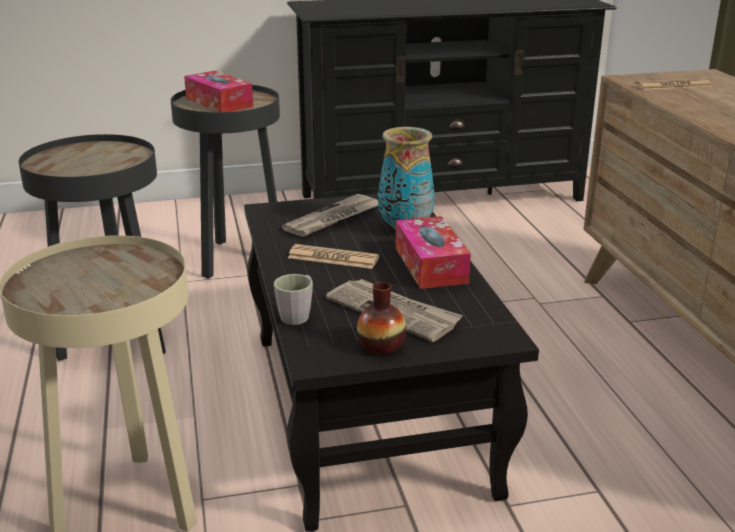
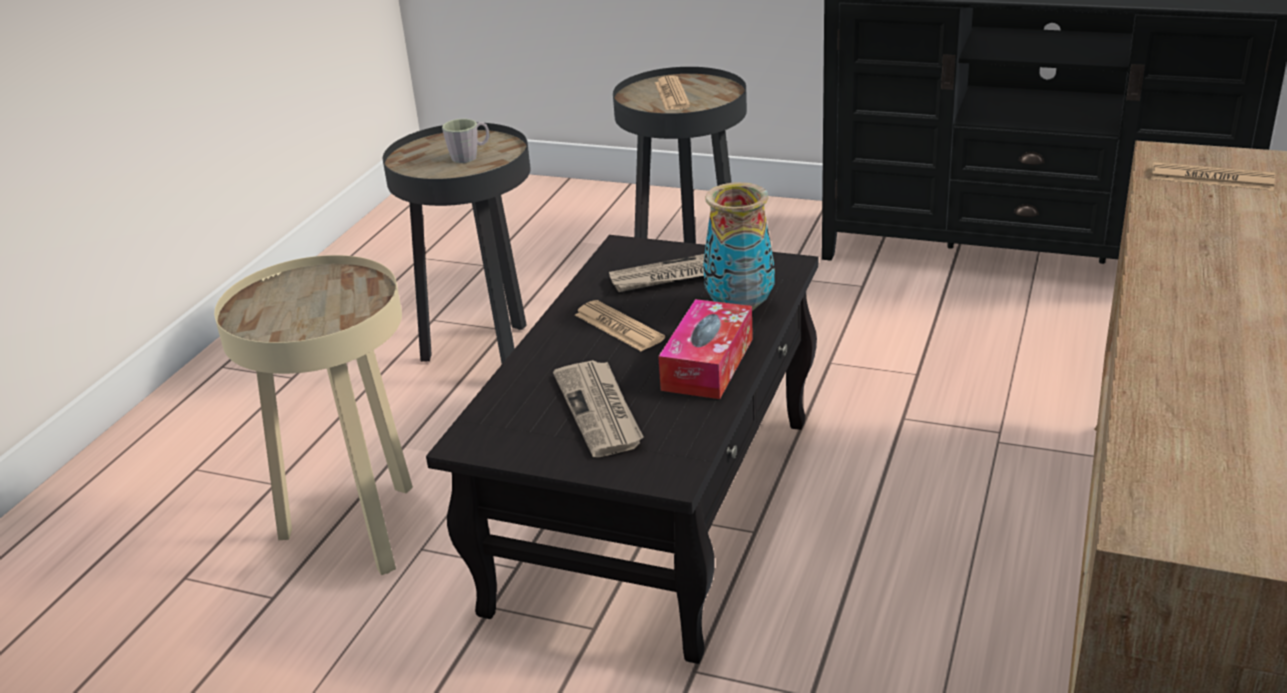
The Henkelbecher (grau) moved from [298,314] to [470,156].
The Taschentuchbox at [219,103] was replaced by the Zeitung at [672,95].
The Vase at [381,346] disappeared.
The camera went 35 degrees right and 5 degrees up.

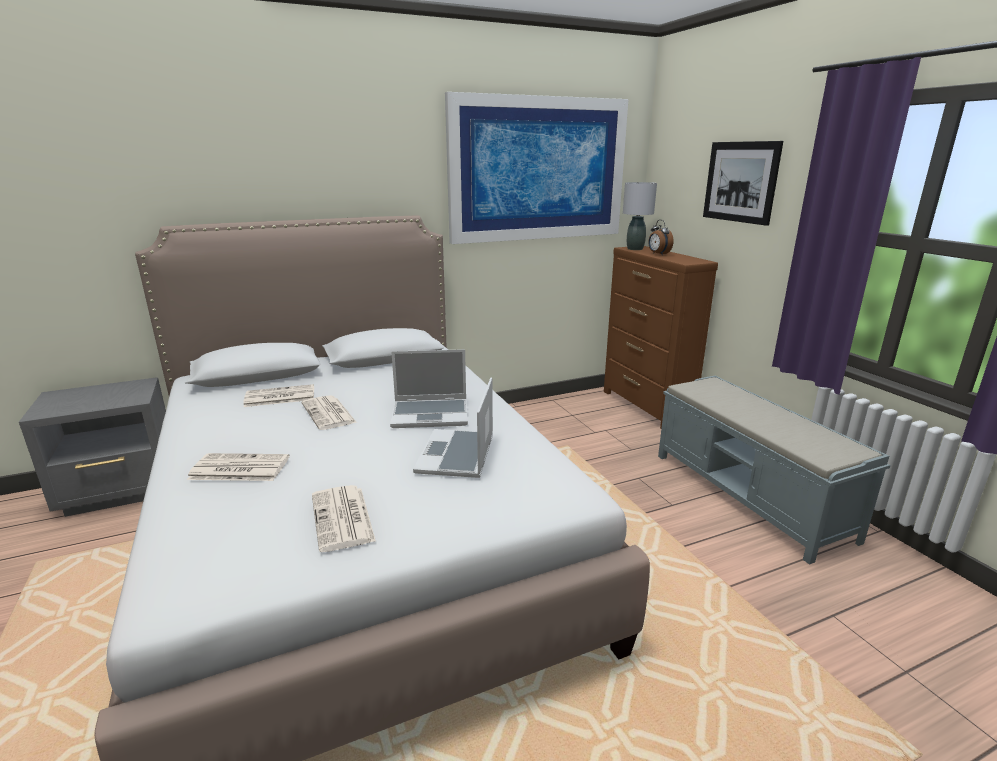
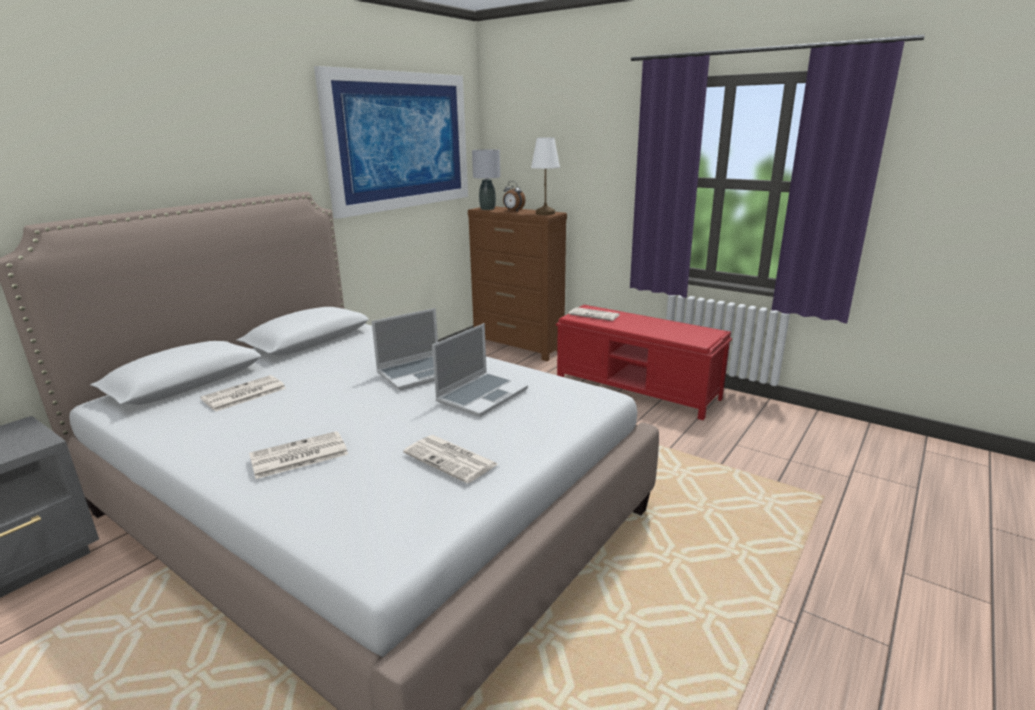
The Laptop at [457,456] turned 120 degrees counterclockwise.
The Tischlampe (weiß) at [545,213] appeared.
The Bank (grau) at [749,495] became the Bank (rot) at [637,389].
The Zeitung moved from [329,413] to [595,315].
The Bild at [740,182] disappeared.
The camera went 30 degrees left and 0 degrees up.

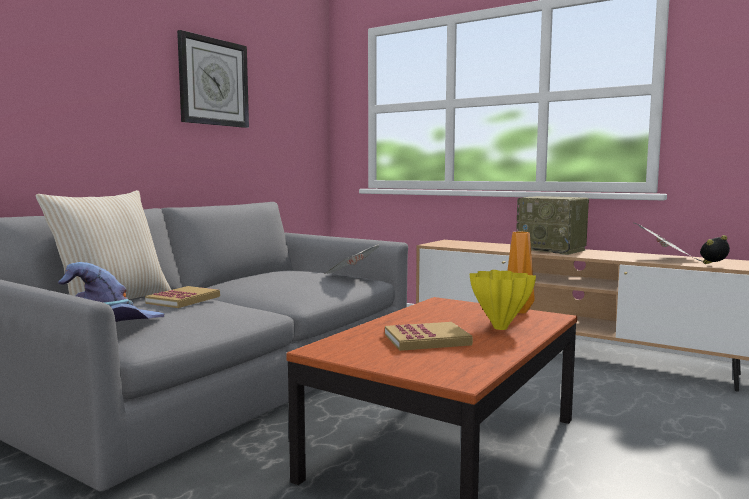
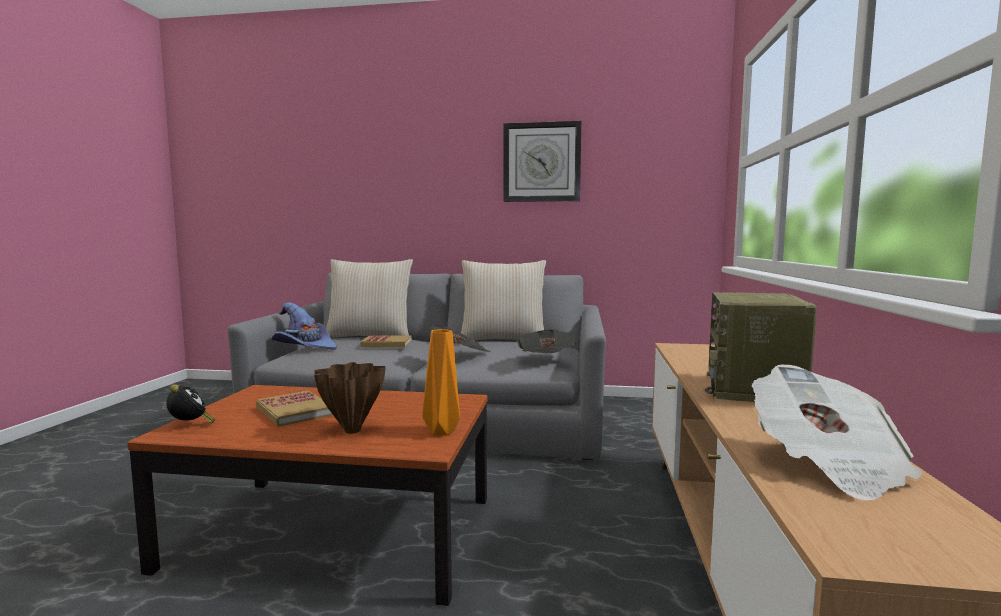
The Wecker moved from [713,266] to [190,426].
The Vase (gelb) at [499,328] became the Vase (braun) at [352,430].
The Zeitung at [461,354] appeared.
The Kissen (beige) at [503,339] appeared.
The camera went 65 degrees right and 0 degrees up.

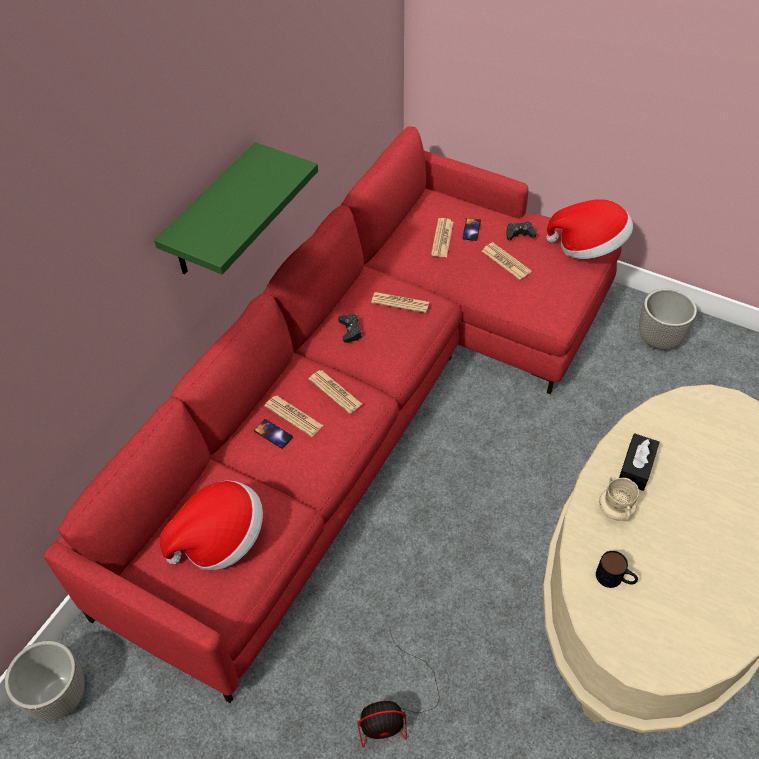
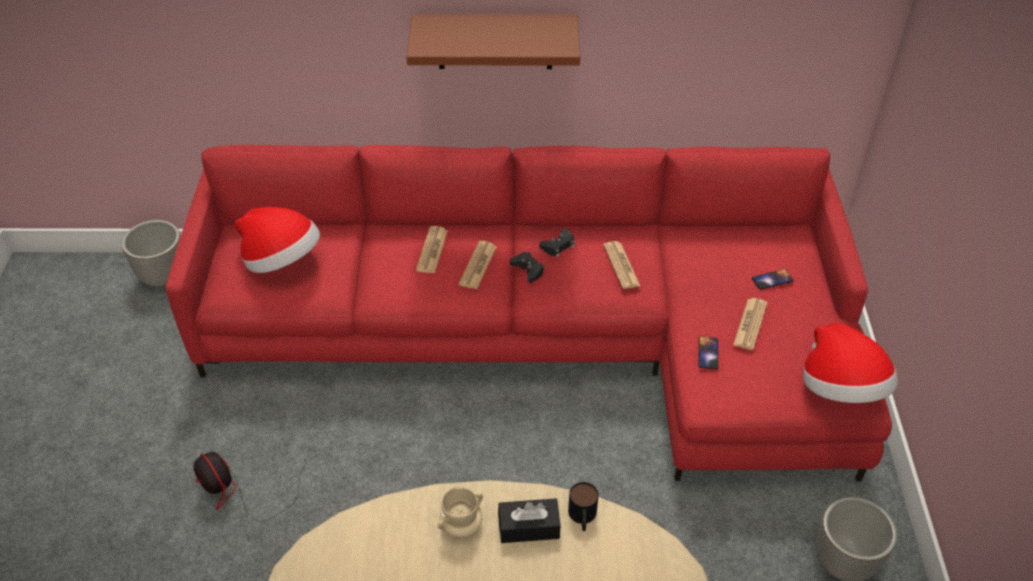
The Wandregal (grün) at [212,213] became the Wandregal (braun) at [495,41].
The Gamepad (schwarz) moved from [519,234] to [528,270].
The Henkelbecher moved from [615,578] to [582,517].
The Handy moved from [273,434] to [708,353].
The Zeitung at [442,238] disappeared.
The camera went 60 degrees right and 5 degrees down.

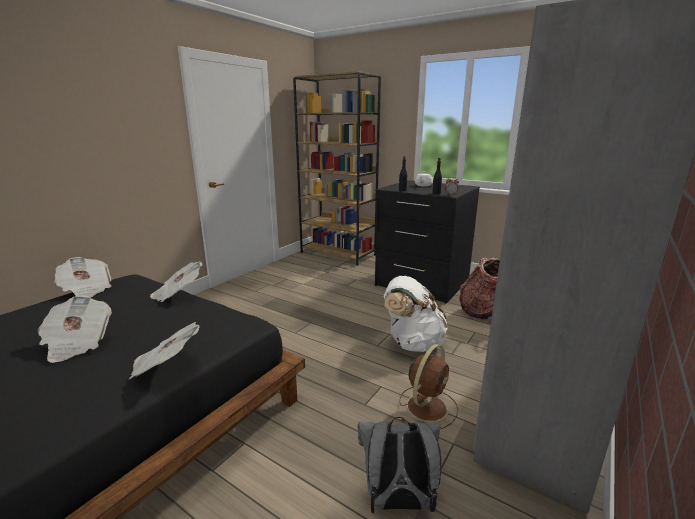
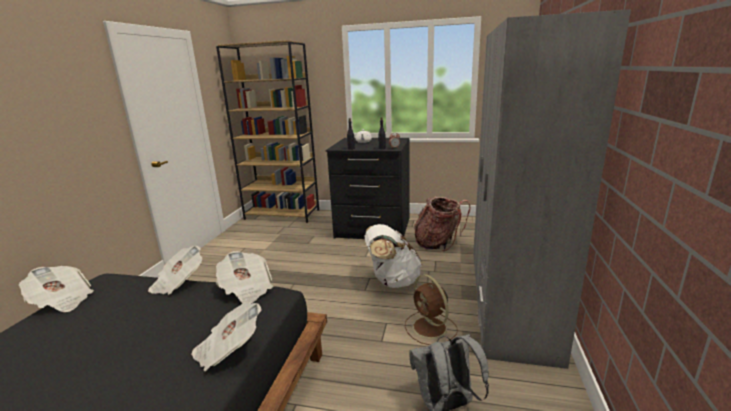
The Zeitung moved from [77,343] to [246,289].
The Ventilator (braun) at [427,406] turned 135 degrees clockwise.
The camera went 20 degrees left and 0 degrees up.

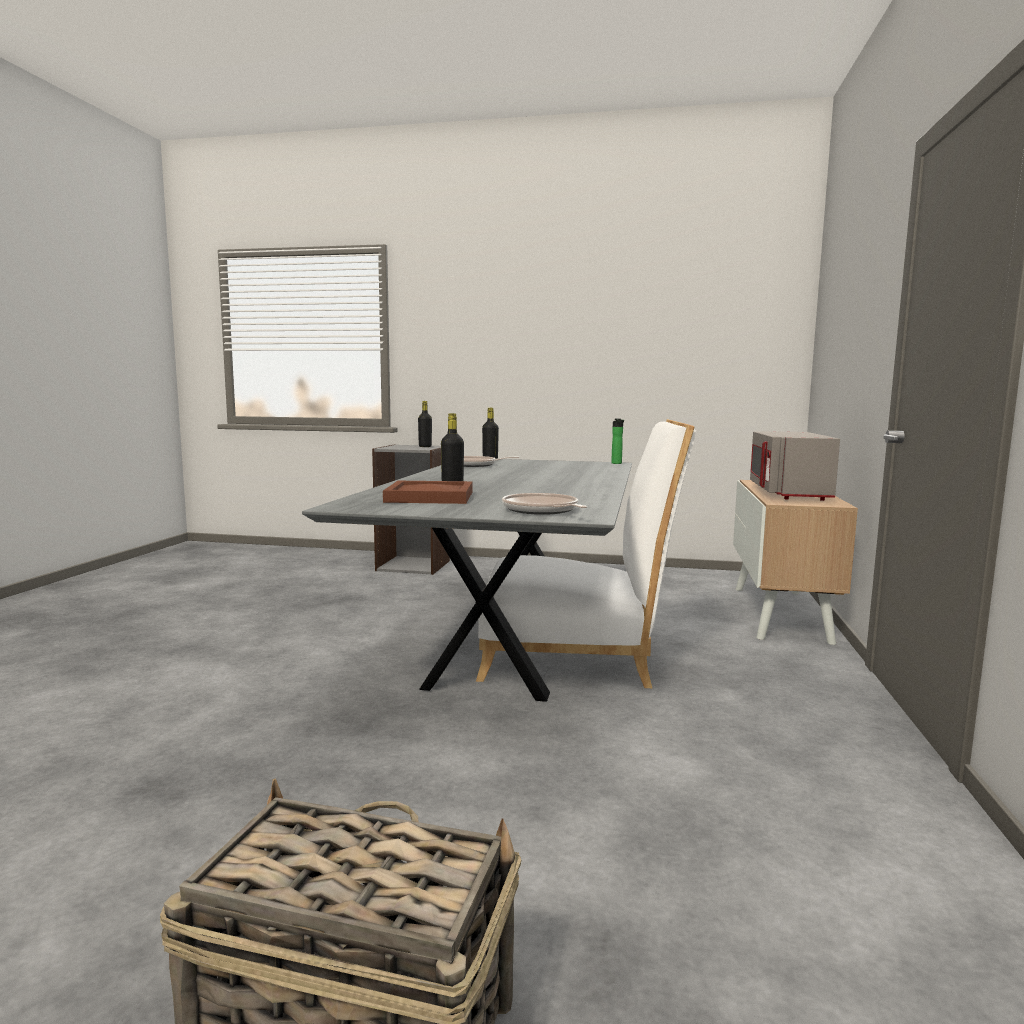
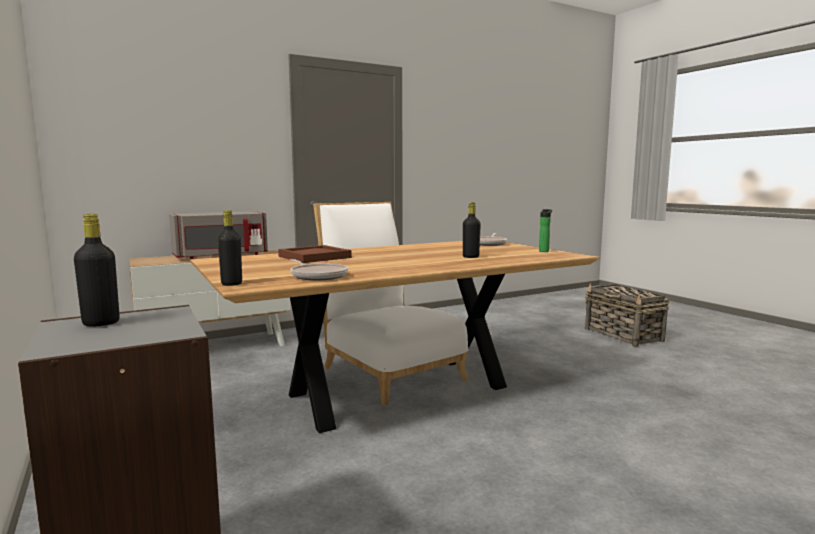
The Esstisch (grau) at [511,644] became the Esstisch (braun) at [398,391].
The Tablett (braun) moved from [428,497] to [316,257].
The Flasche moved from [617,463] to [544,251].
The camera went 130 degrees left and 0 degrees up.

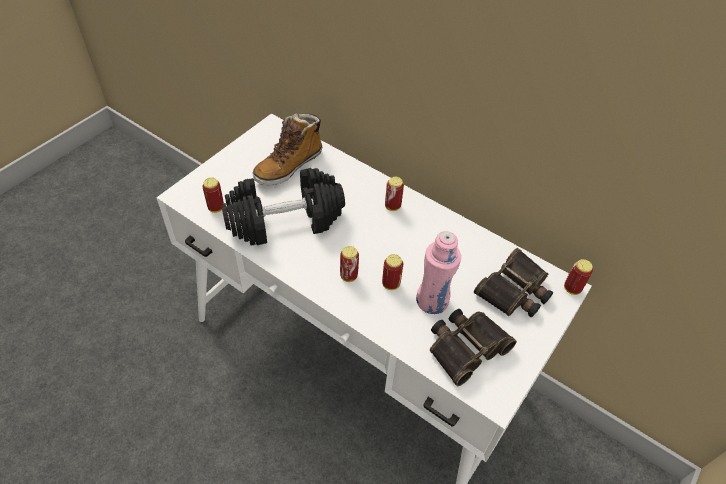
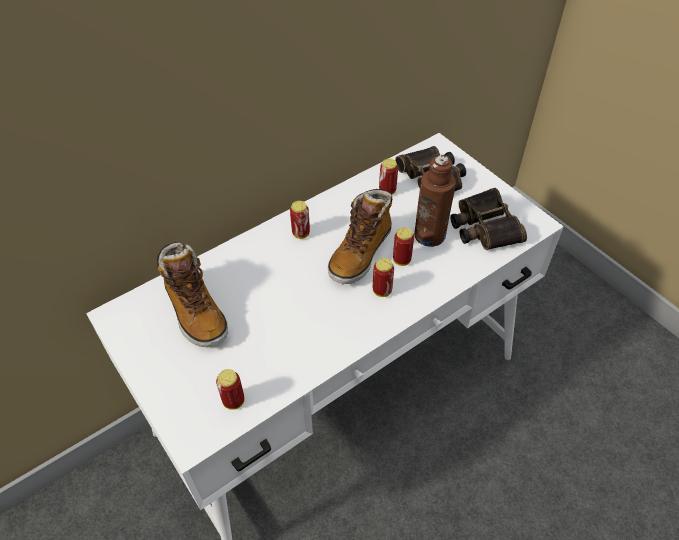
The Stiefel at [360,253] appeared.
The Dose moved from [572,288] to [387,191].
The Flasche (rosa) at [432,301] became the Flasche (braun) at [429,235].
The Hantel (schwarz) at [285,220] disappeared.
The camera went 70 degrees left and 0 degrees up.

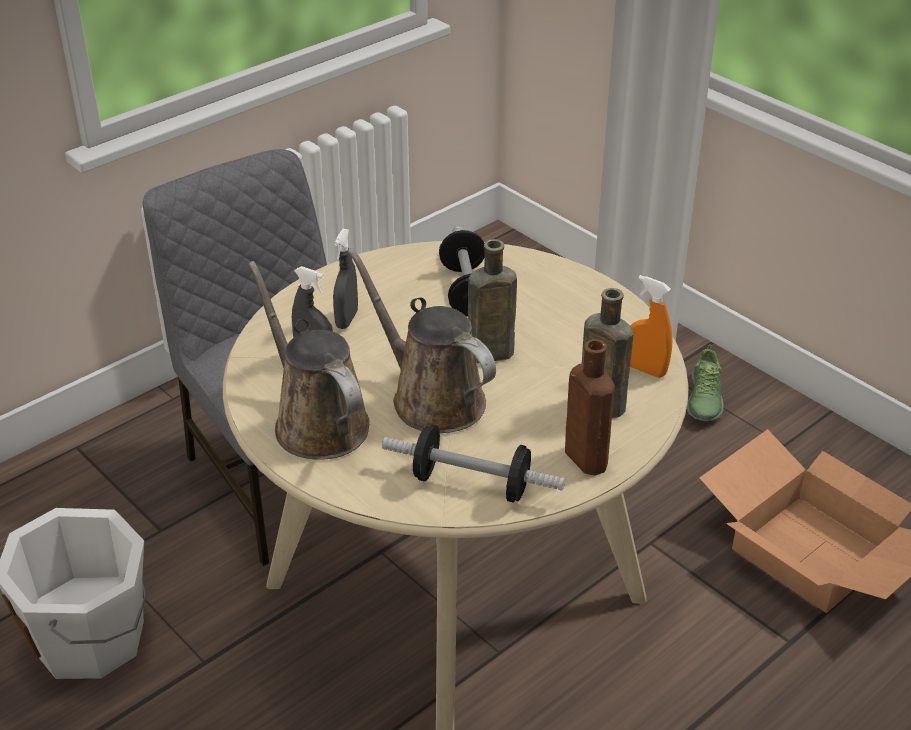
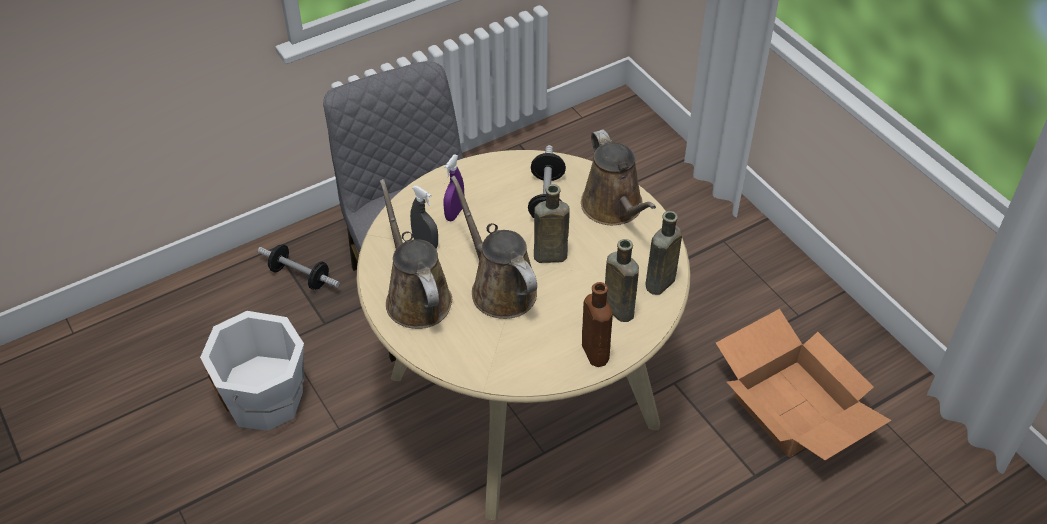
The Hantel moved from [471,484] to [300,276].
The Sprühflasche (grau) at [347,319] became the Sprühflasche (lila) at [454,213].
The Gießkanne (braun) at [614,208] appeared.
The Sprühflasche (orange) at [646,370] was replaced by the Flasche (braun) at [658,284].
The Schuh at [703,399] disappeared.
The camera went 10 degrees right and 10 degrees up.

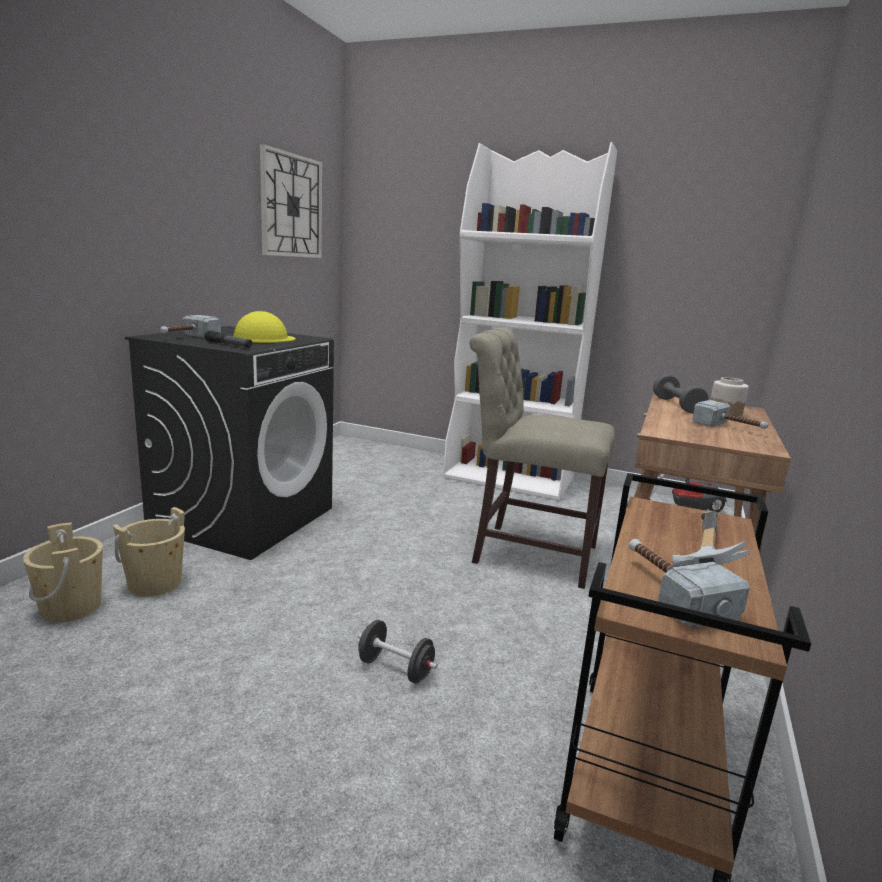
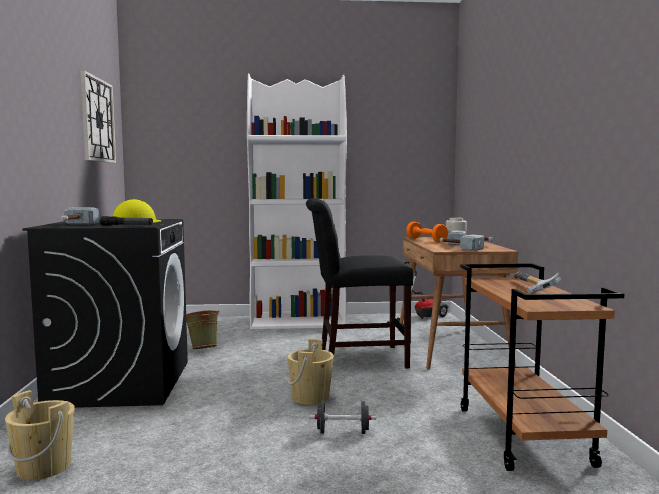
The Eimer (grün) at [203,348] appeared.
The Eimer (beige) moved from [155,583] to [310,397].
The Stuhl (beige) at [527,552] became the Stuhl (schwarz) at [356,358].
The Hantel (grau) at [677,405] became the Hantel (orange) at [426,240].
The Hammer moved from [670,590] to [459,248].
The camera went 25 degrees left and 10 degrees down.

